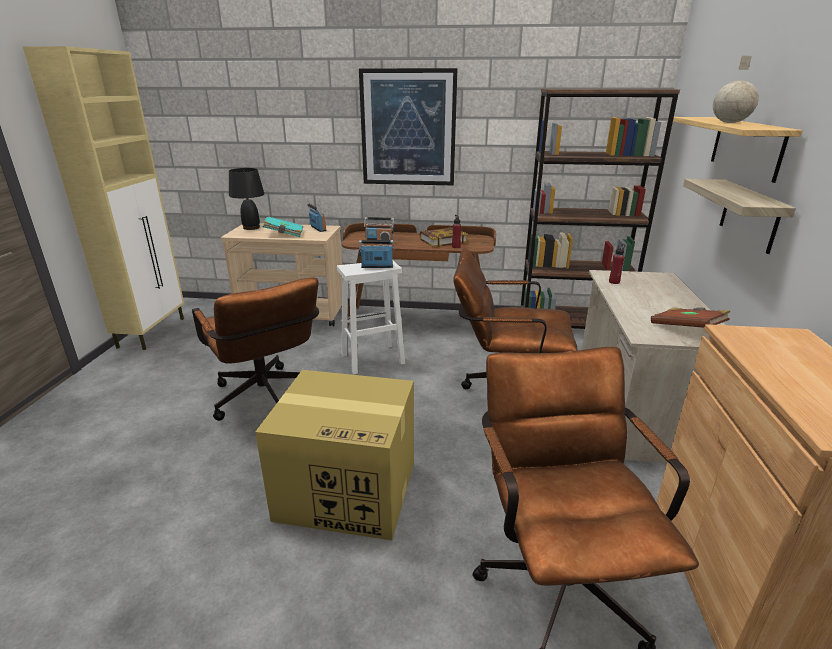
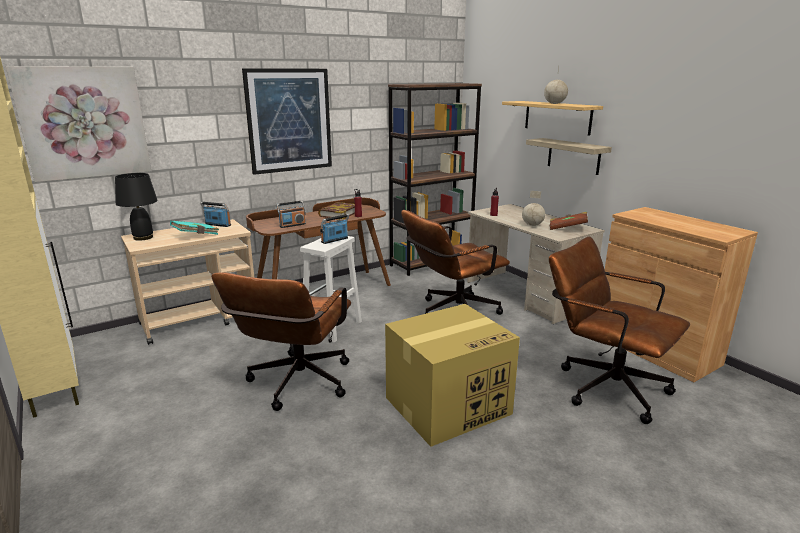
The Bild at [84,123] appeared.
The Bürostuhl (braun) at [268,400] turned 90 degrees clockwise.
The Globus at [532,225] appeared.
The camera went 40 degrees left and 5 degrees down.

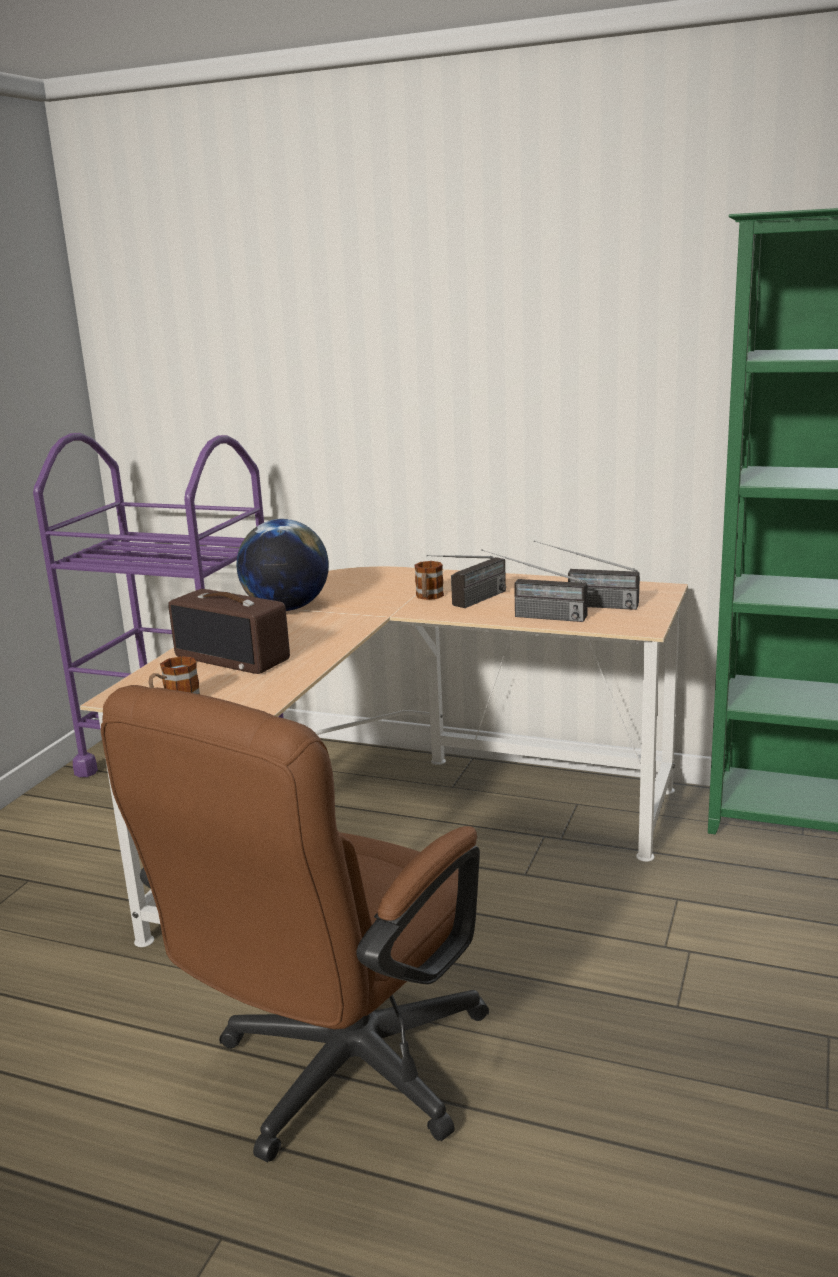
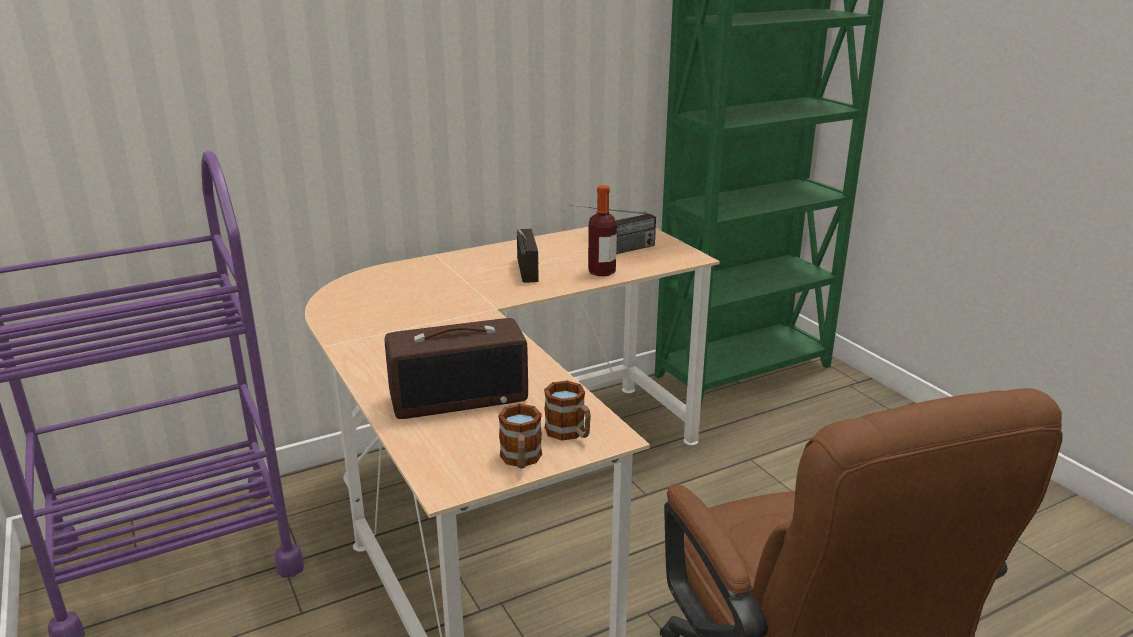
The Henkelbecher moved from [428,597] to [570,433].
The Radio at [531,616] was replaced by the Flasche at [601,272].
The Globus at [286,608] disappeared.
The camera went 50 degrees left and 5 degrees up.

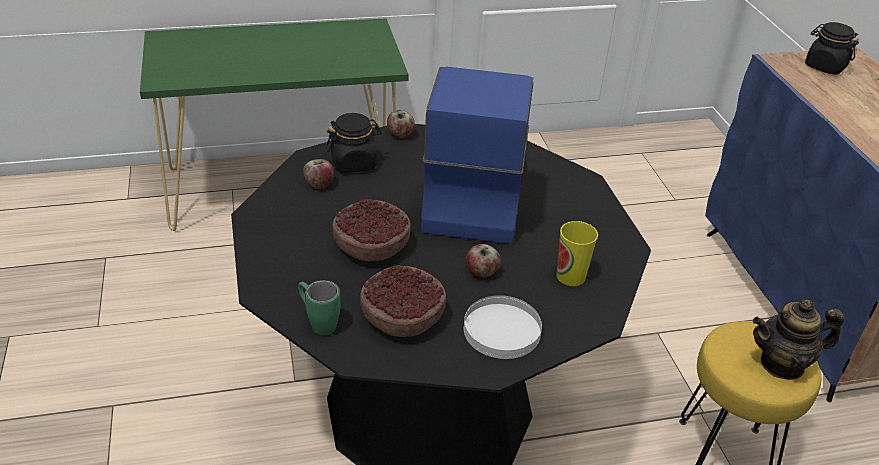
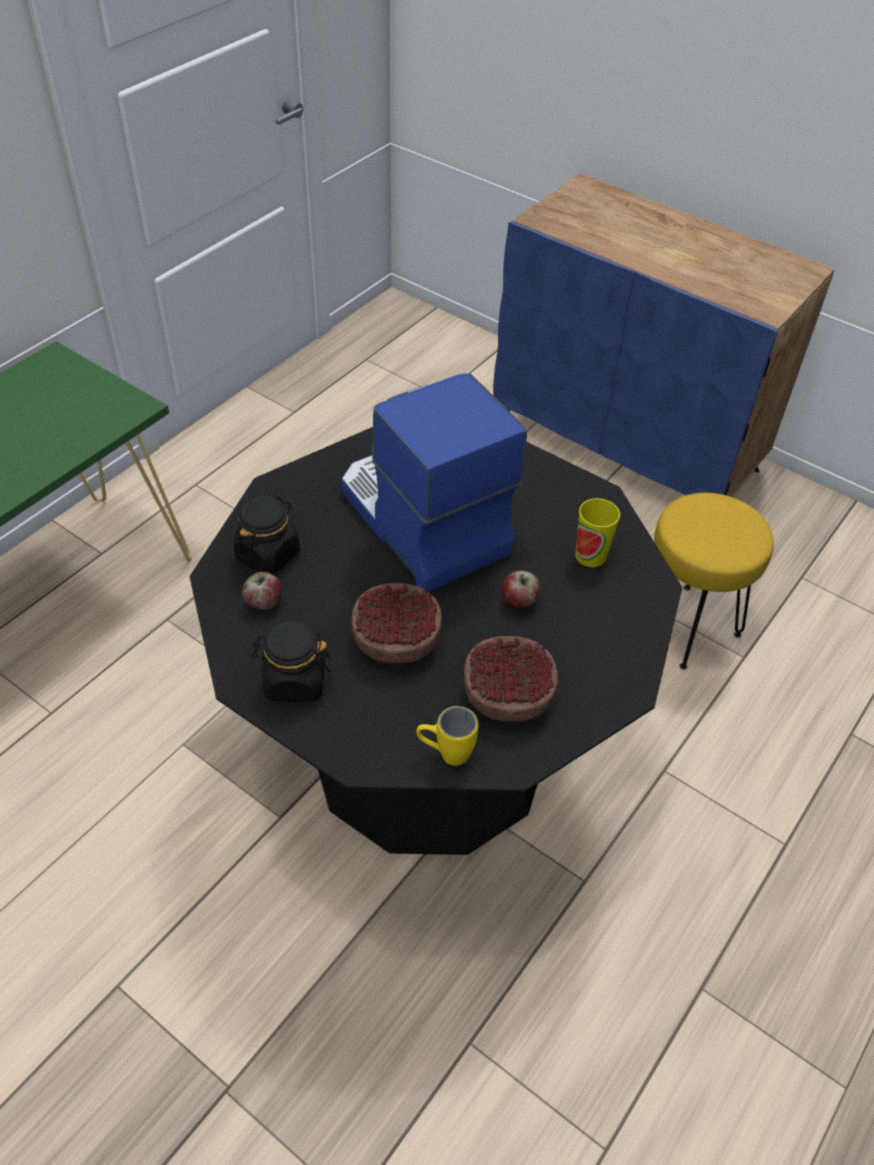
The Vorratsglas (schwarz) moved from [825,66] to [294,681].
The Henkelbecher (grün) at [318,323] became the Henkelbecher (gelb) at [445,753].
The Apfel at [400,135] disappeared.
The Teller (weiß) at [502,330] disappeared.
The Teekanne at [782,364] disappeared.
The camera went 40 degrees left and 10 degrees up.

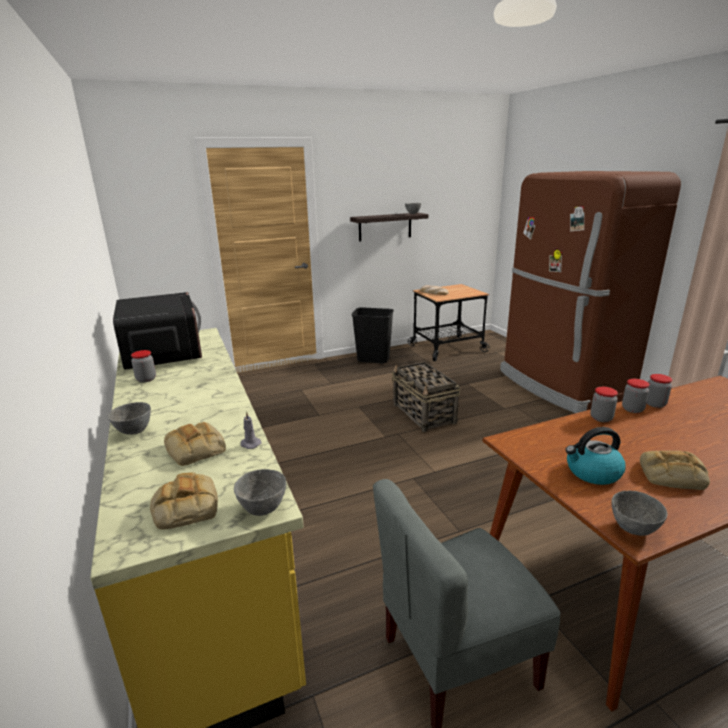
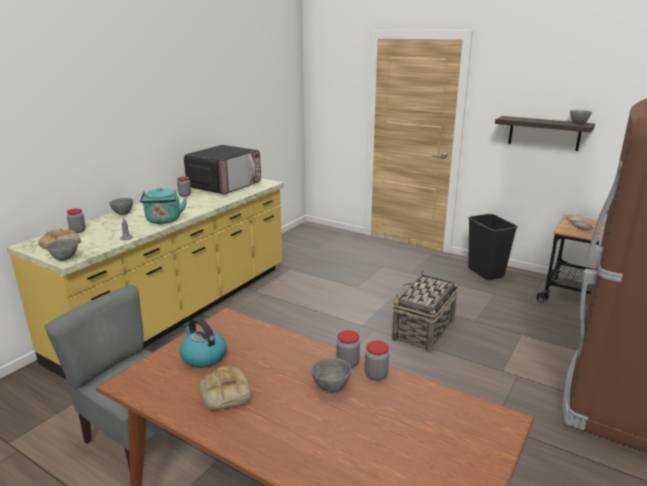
The Vorratsglas moved from [601,418] to [78,231].
The Wasserkessel (türkis) at [164,221] appeared.
The Schüssel (grau) moved from [634,529] to [331,388].
The Brot at [197,449] disappeared.
The camera went 55 degrees right and 0 degrees up.

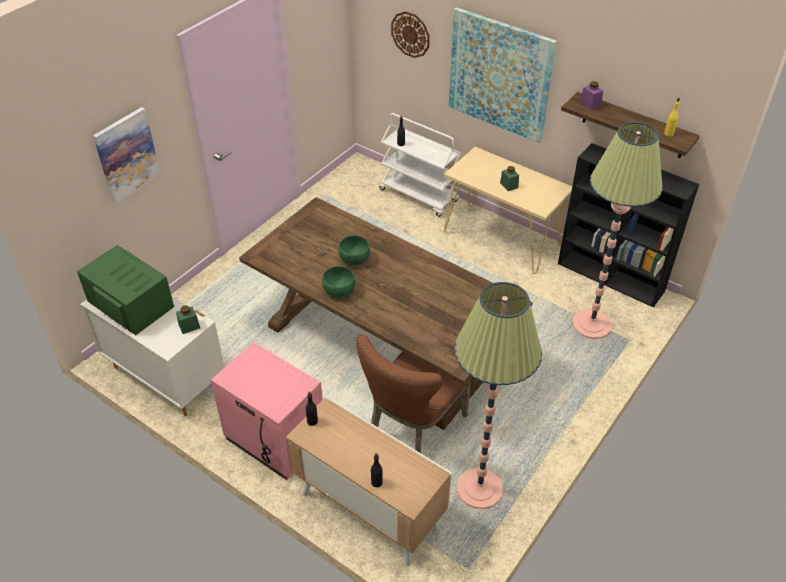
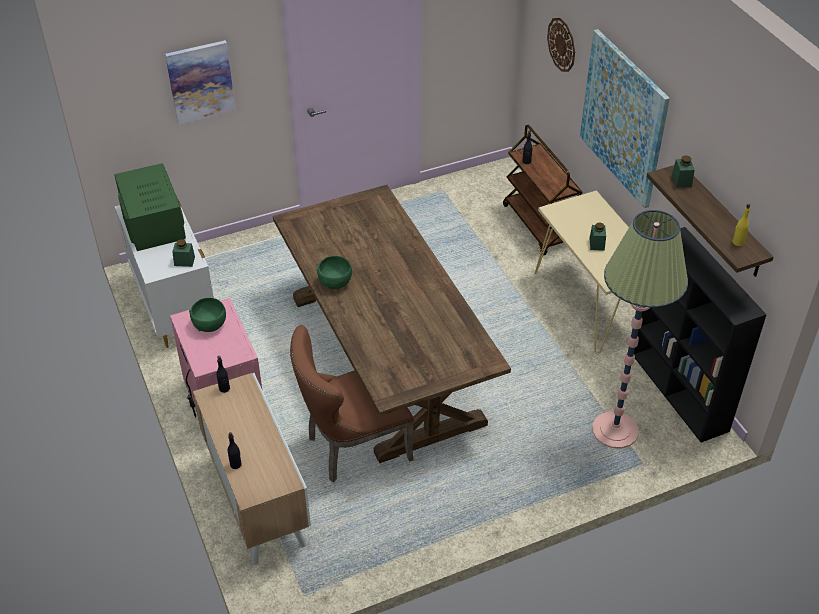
The Schüssel (grün) moved from [354,259] to [210,324].
The Rollwagen (weiß) at [419,195] became the Rollwagen (braun) at [539,226].
The Vorratsglas (lila) at [590,104] became the Vorratsglas (grün) at [681,180].
The Stehlampe at [479,488] disappeared.
The camera went 30 degrees right and 0 degrees up.

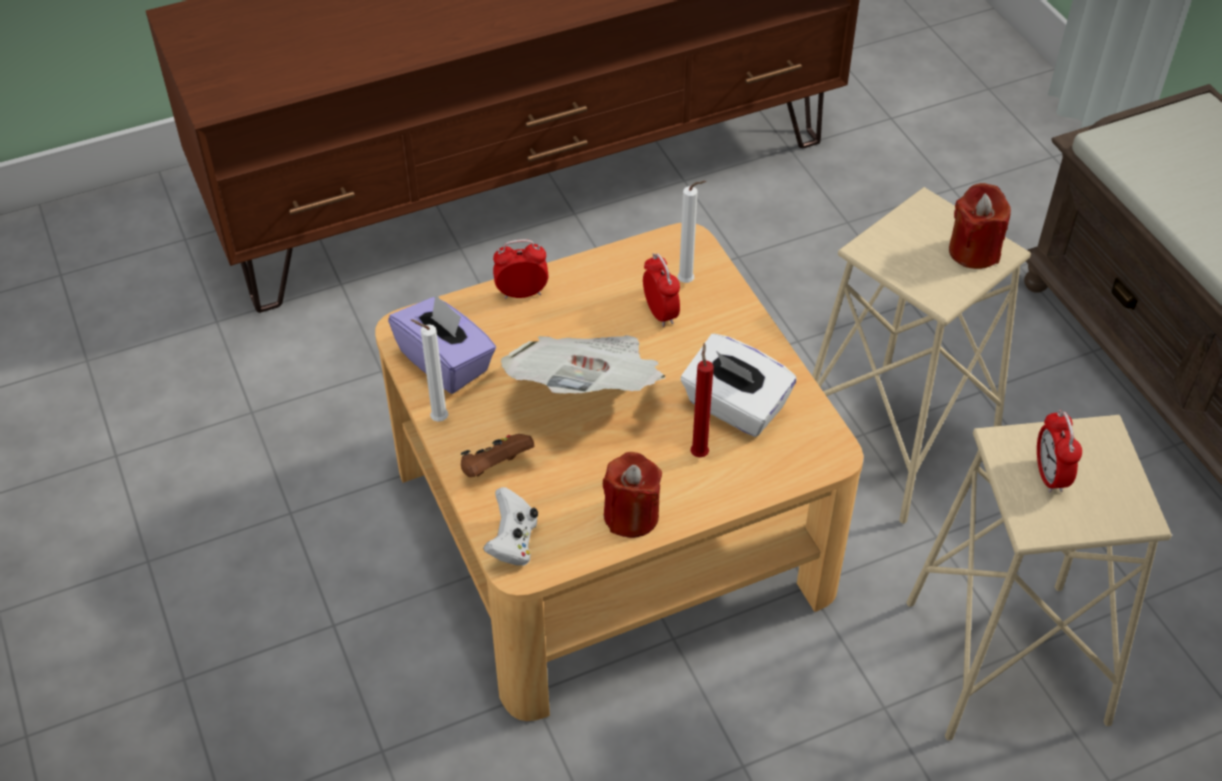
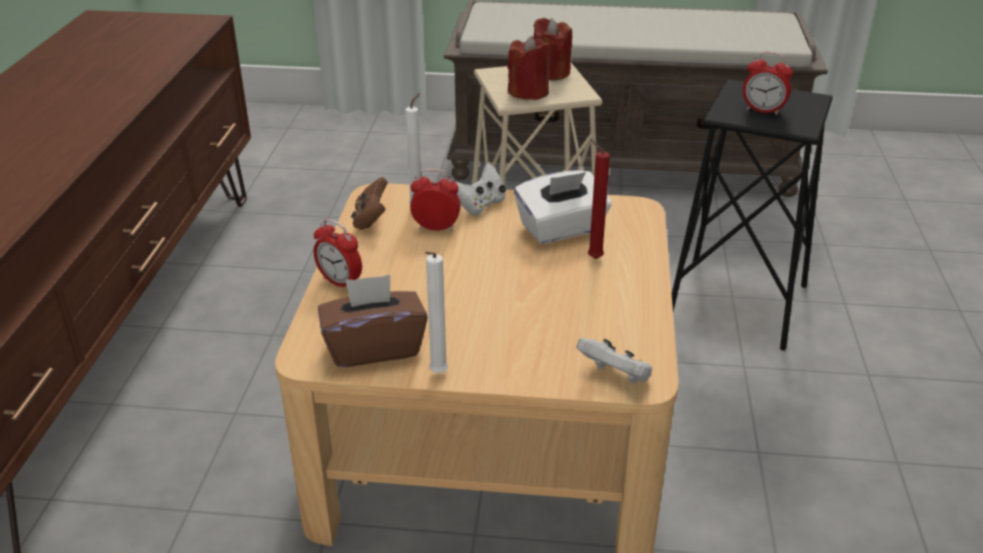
The Wecker at [522,293] turned 75 degrees counterclockwise.
The Taschentuchbox (lila) at [446,362] became the Taschentuchbox (braun) at [374,347].
The Gamepad (braun) moved from [495,468] to [371,220].
The Gamepad (weiß) at [480,205] appeared.
The Kerze (rot) moved from [631,515] to [529,92].
The Hocker (beige) at [1006,662] became the Hocker (schwarz) at [737,303].
The Zeitung at [588,391] disappeared.
The camera went 60 degrees left and 15 degrees down.

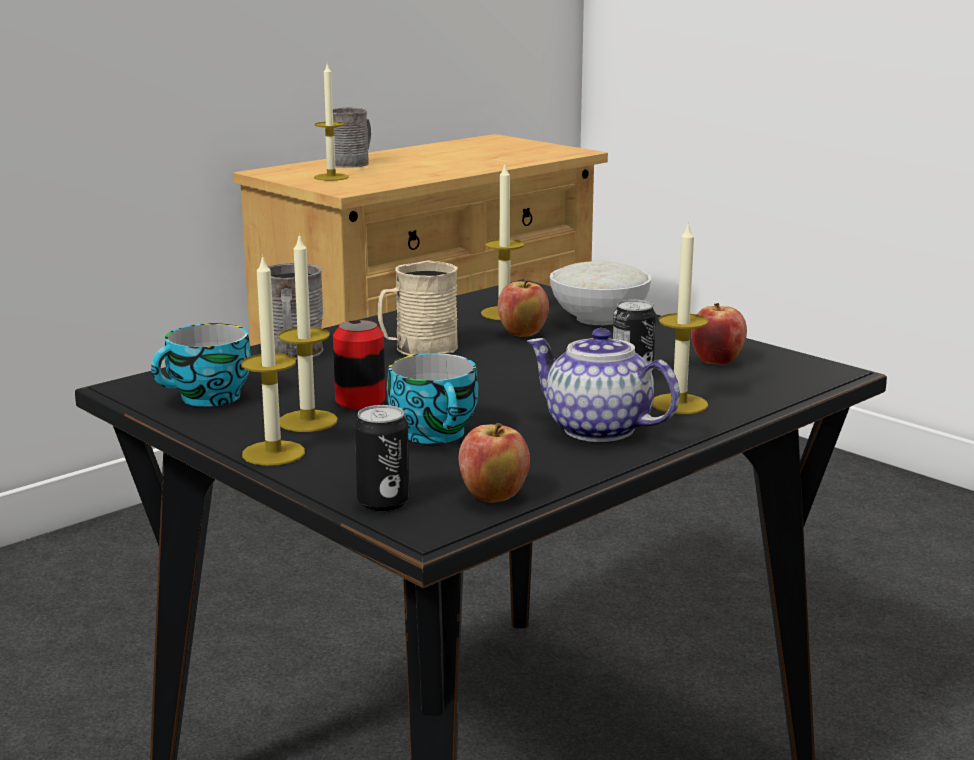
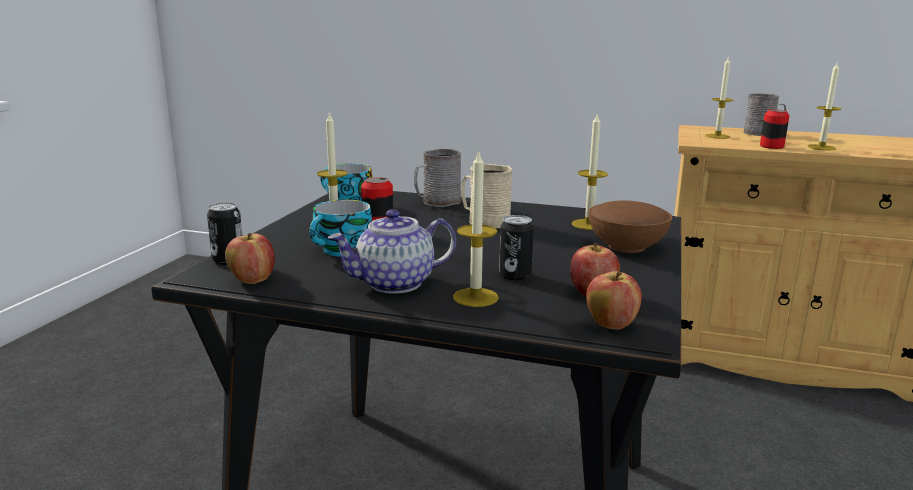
The Teekanne at [596,429] turned 120 degrees counterclockwise.
The Apfel moved from [522,334] to [611,324].
The Schüssel (weiß) at [600,318] became the Schüssel (braun) at [628,247].
The Dose at [771,146] appeared.
The Kerze moved from [273,453] to [821,147].
The camera went 60 degrees right and 0 degrees up.

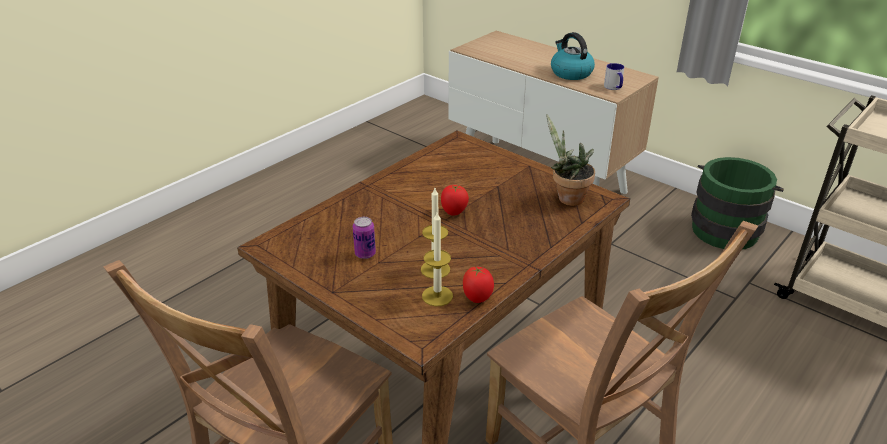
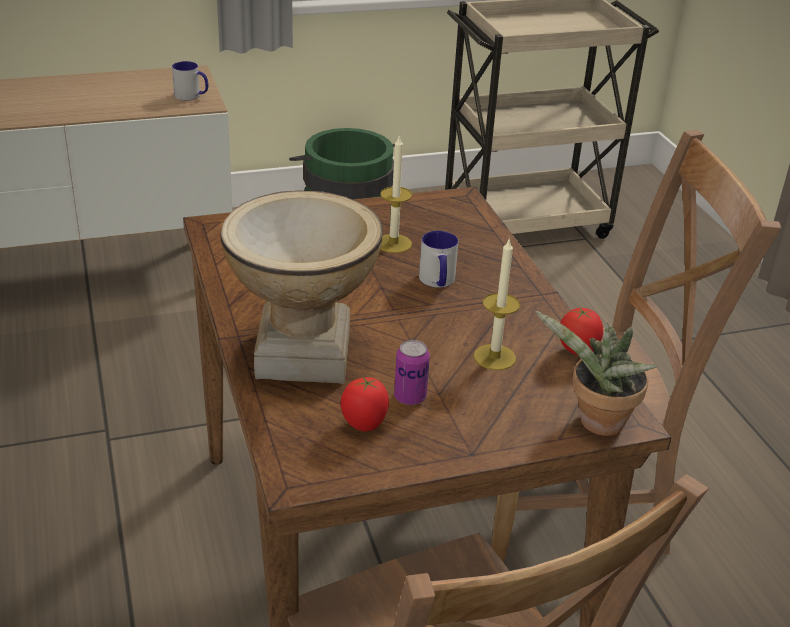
The Vase at [302,355] appeared.
The Tomate moved from [454,213] to [364,425].
The Kerze moved from [437,296] to [393,243].
The Henkelbecher at [438,282] appeared.
The Topfpflanze moved from [566,198] to [596,424].
The Wasserkessel at [570,73] disappeared.
The camera went 60 degrees left and 0 degrees up.

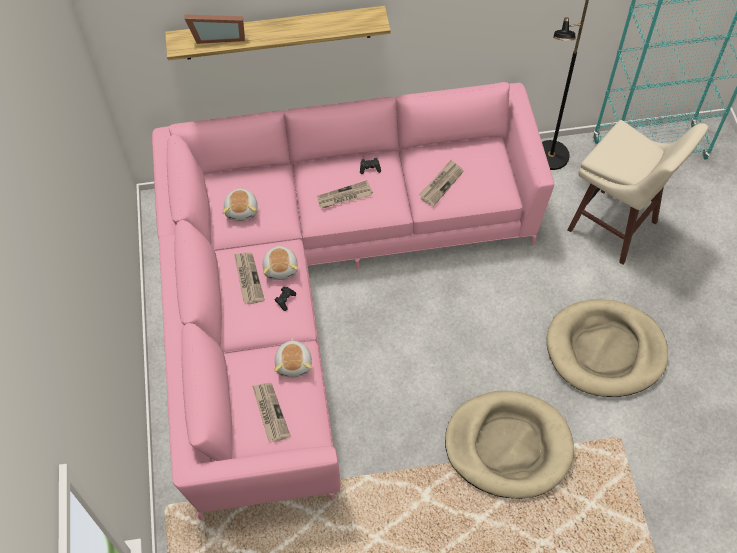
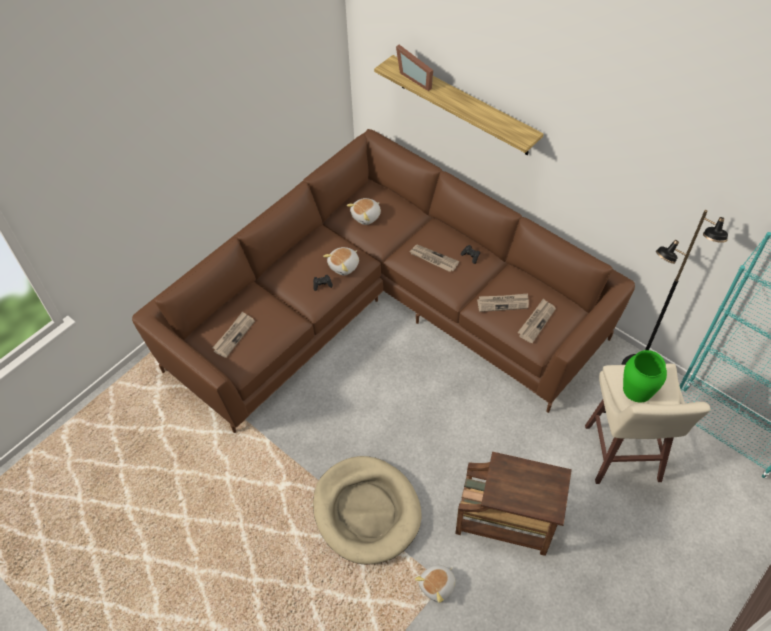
The Sofa (rosa) at [316,283] became the Sofa (braun) at [382,309].
The Plüschtier moved from [294,363] to [438,586].
The Hundebett (beige) at [605,350] was replaced by the Beistelltisch (braun) at [507,523].
The Zeitung moved from [248,278] to [536,321].
The Vase (grün) at [638,389] appeared.
The camera went 50 degrees right and 5 degrees down.

